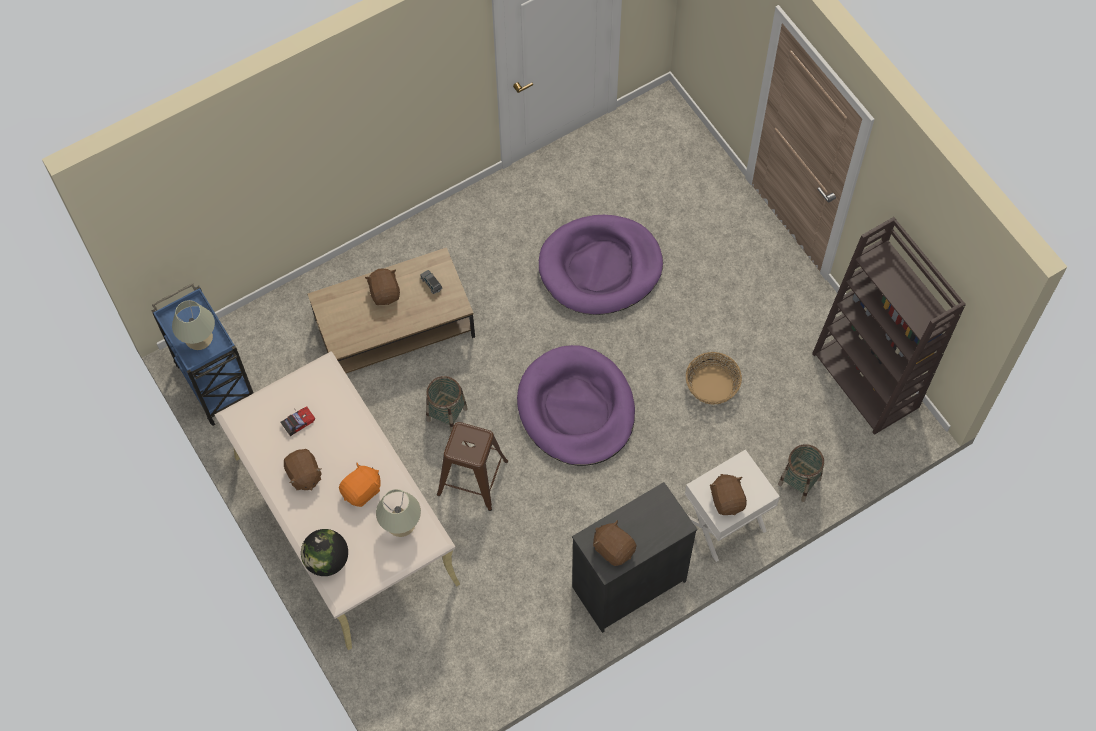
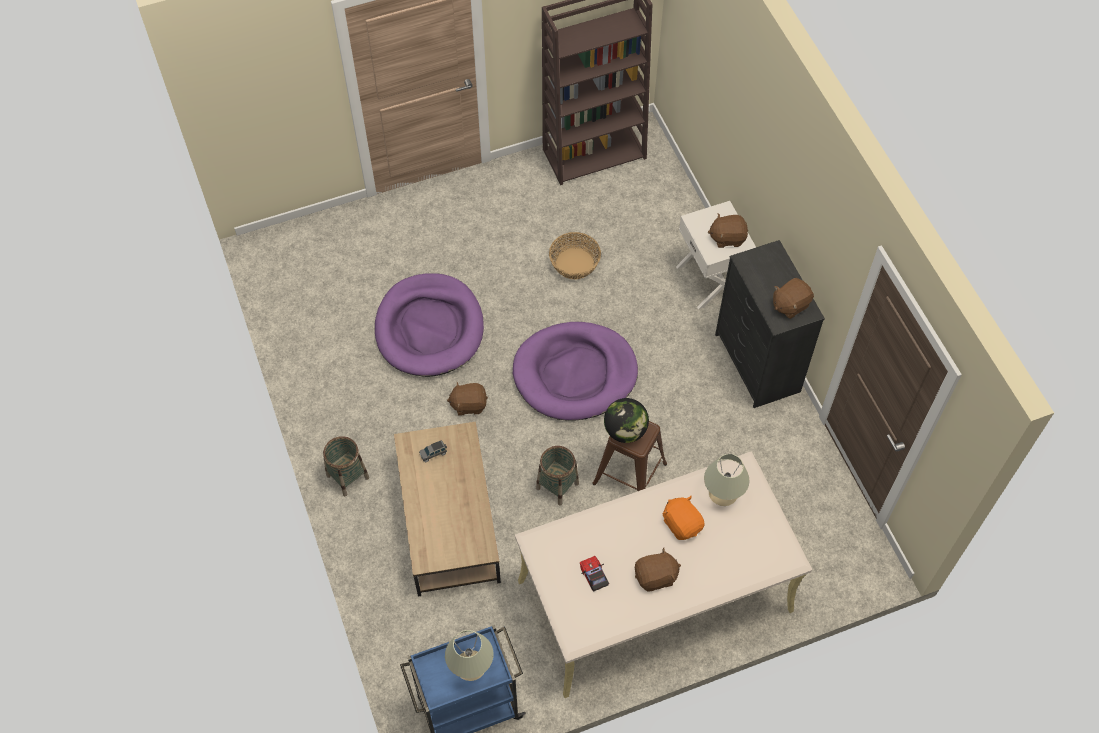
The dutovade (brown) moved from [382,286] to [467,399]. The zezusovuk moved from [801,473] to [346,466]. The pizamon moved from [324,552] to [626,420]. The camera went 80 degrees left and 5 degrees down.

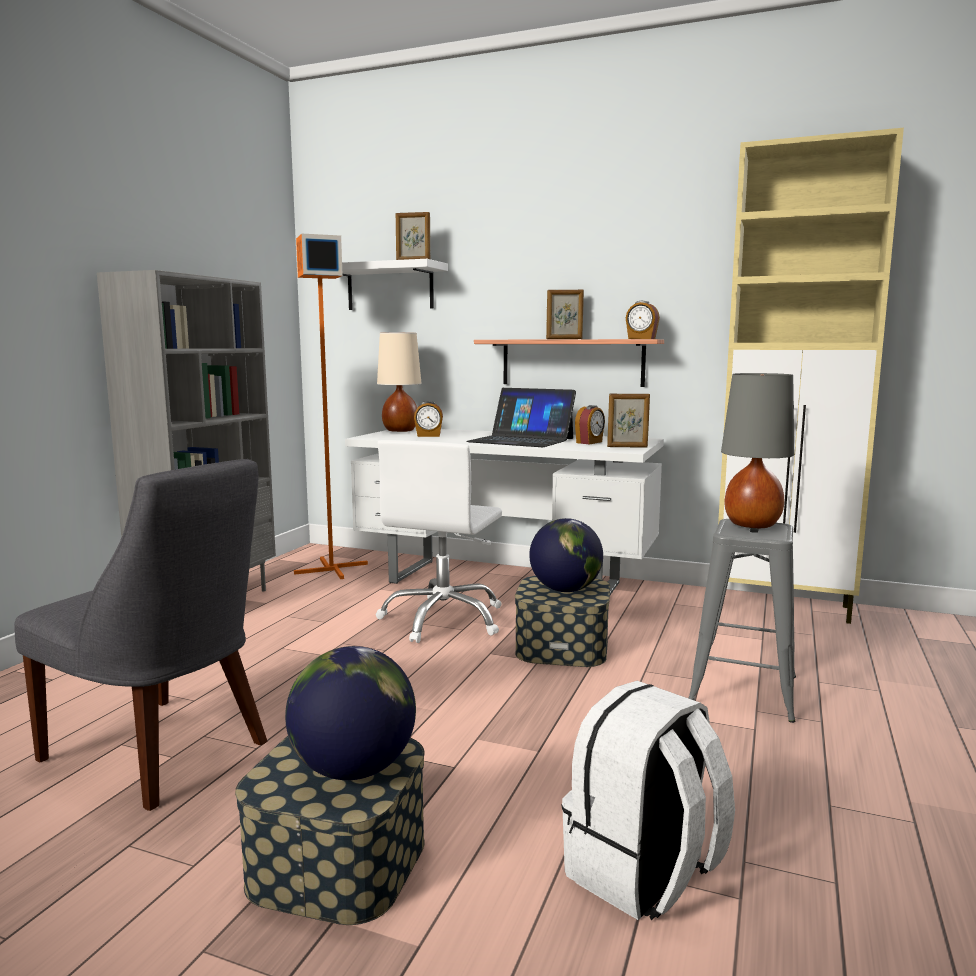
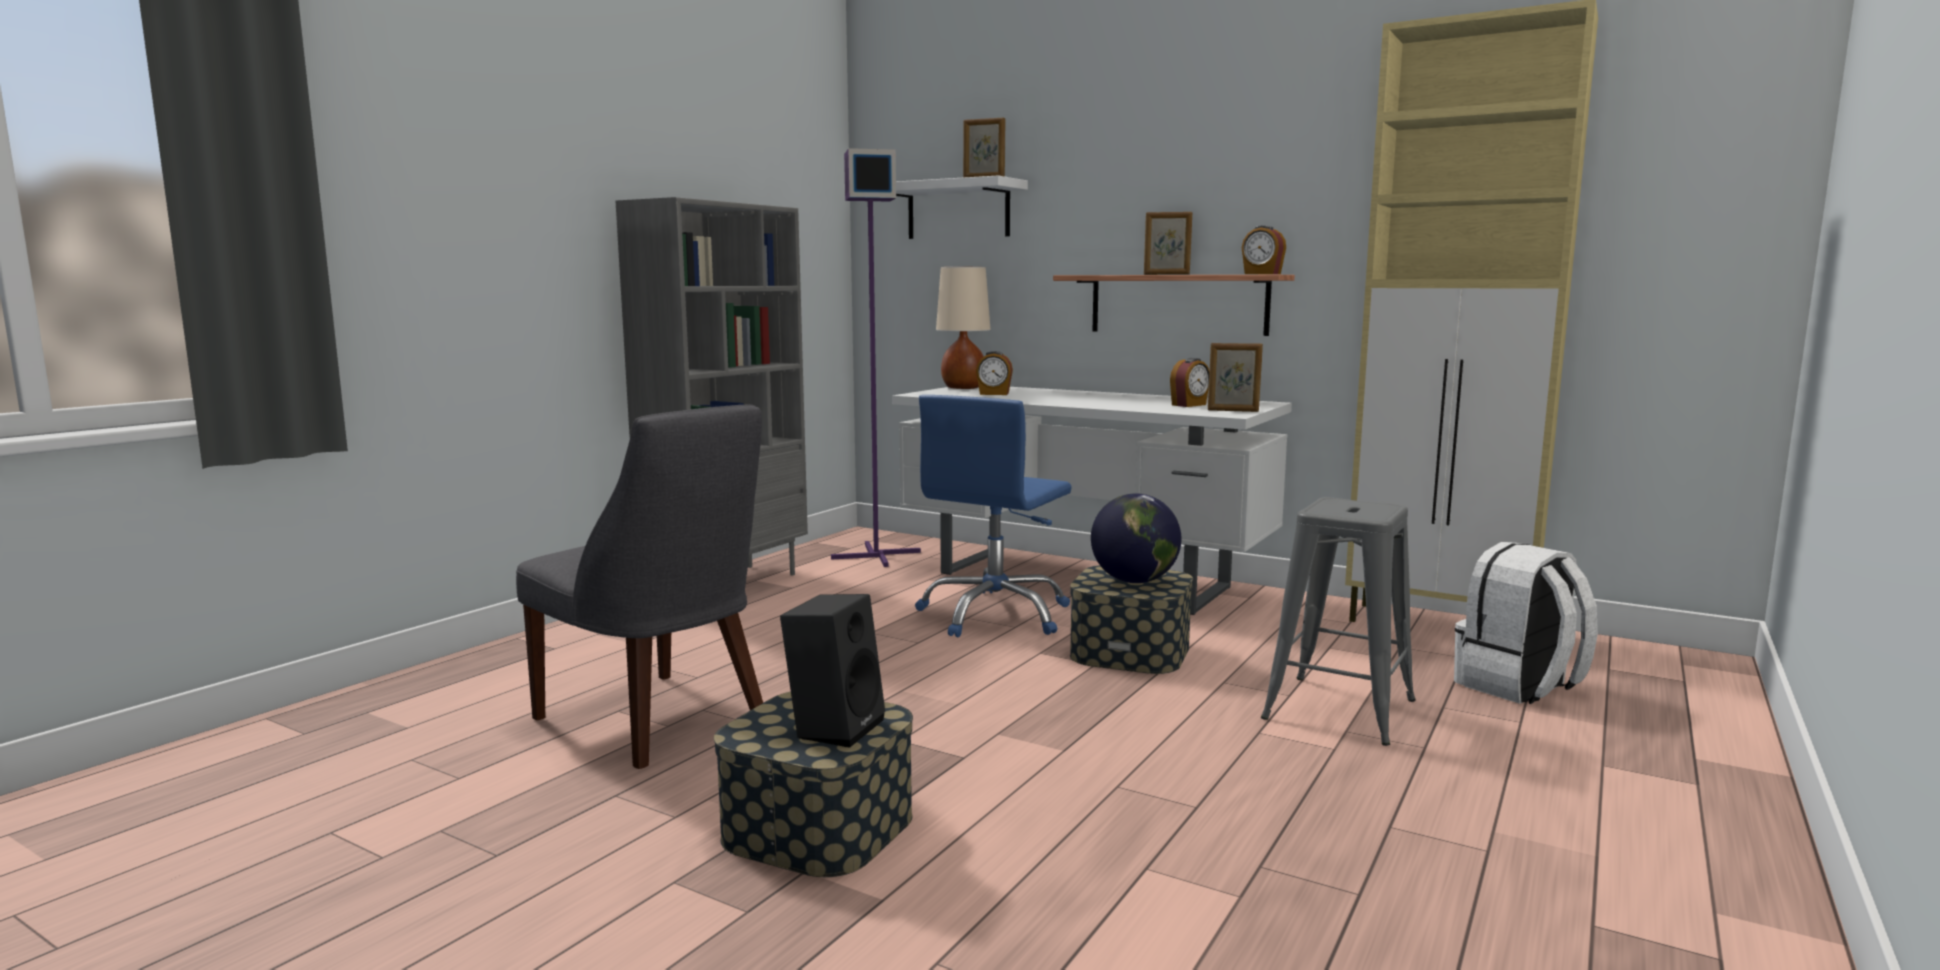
The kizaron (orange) at [331,406] became the kizaron (purple) at [876,357]. The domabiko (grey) at [757,450] disappeared. The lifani at [521,417] disappeared. The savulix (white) at [439,541] became the savulix (blue) at [993,516]. The pizamon at [350,713] was replaced by the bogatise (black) at [832,671]. The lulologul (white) moved from [648,800] to [1526,623]. The camera went 10 degrees right and 0 degrees up.

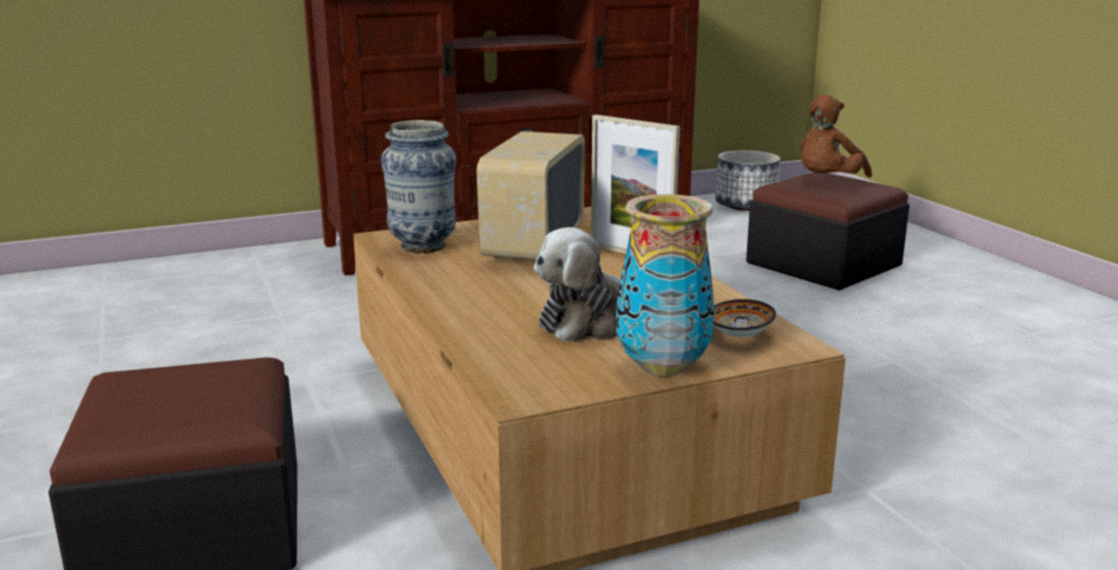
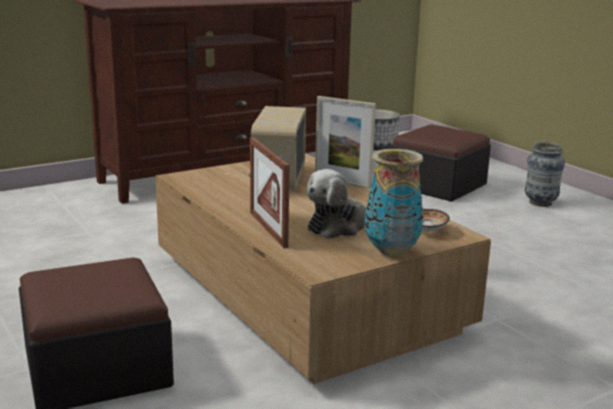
The dutovade (brown) at [835,136] disappeared. The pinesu moved from [418,186] to [545,174]. The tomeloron at [270,192] appeared. The camera went 10 degrees left and 0 degrees up.

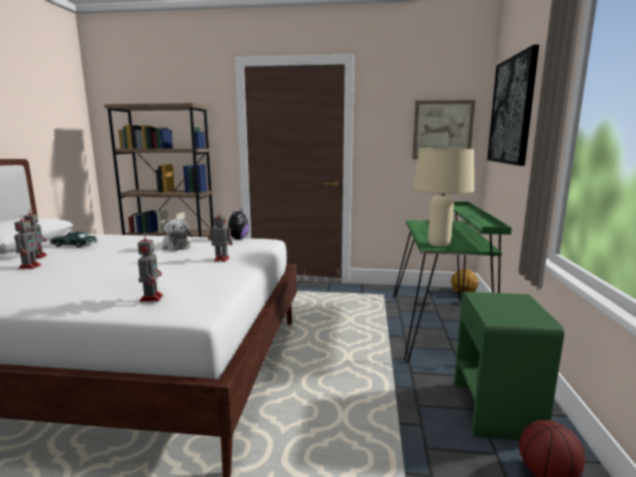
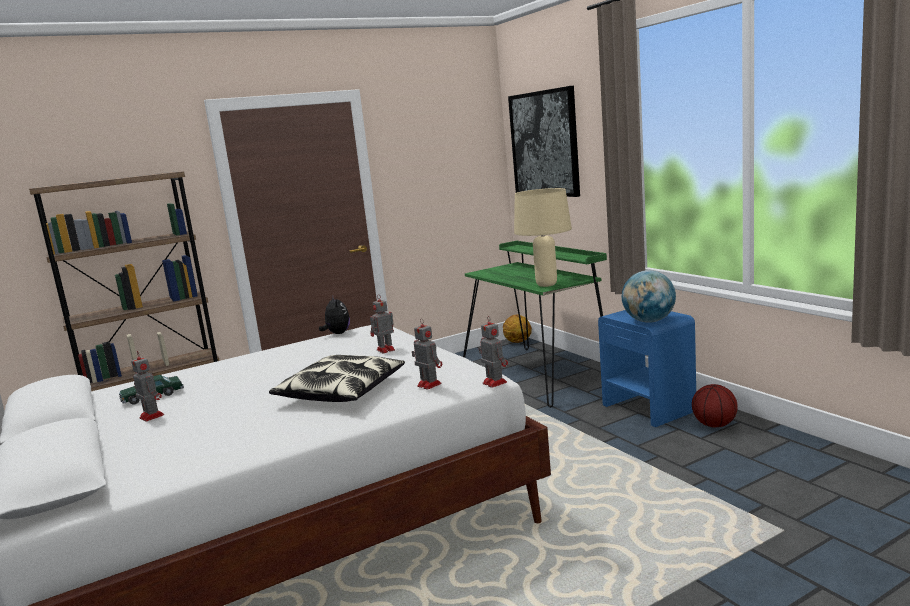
The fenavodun at [443,129] disappeared. The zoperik moved from [27,242] to [493,352]. The dutovade at [177,235] disappeared. The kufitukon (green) at [509,366] became the kufitukon (blue) at [647,368]. The pizamon at [649,296] appeared. The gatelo at [337,378] appeared. The camera went 35 degrees left and 0 degrees up.

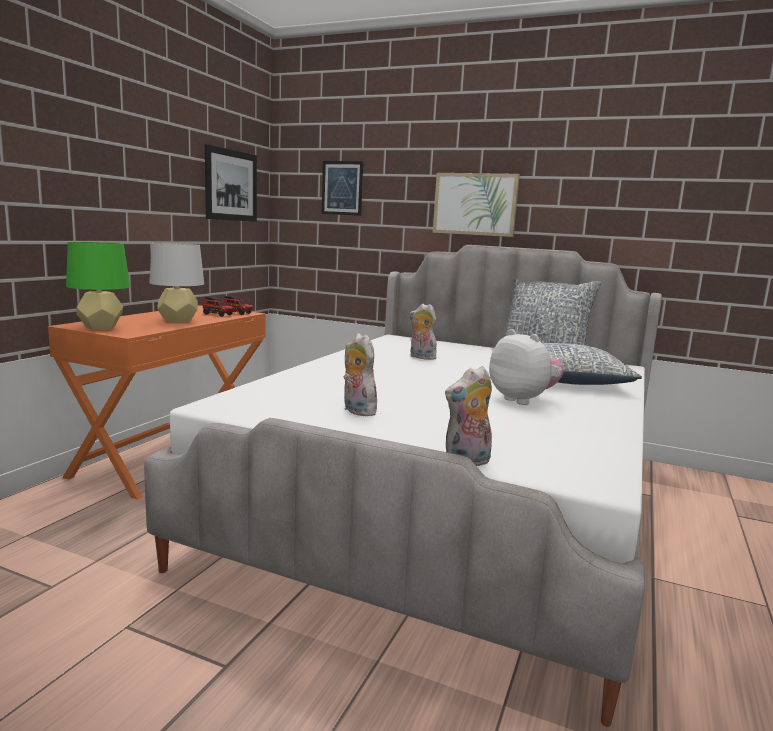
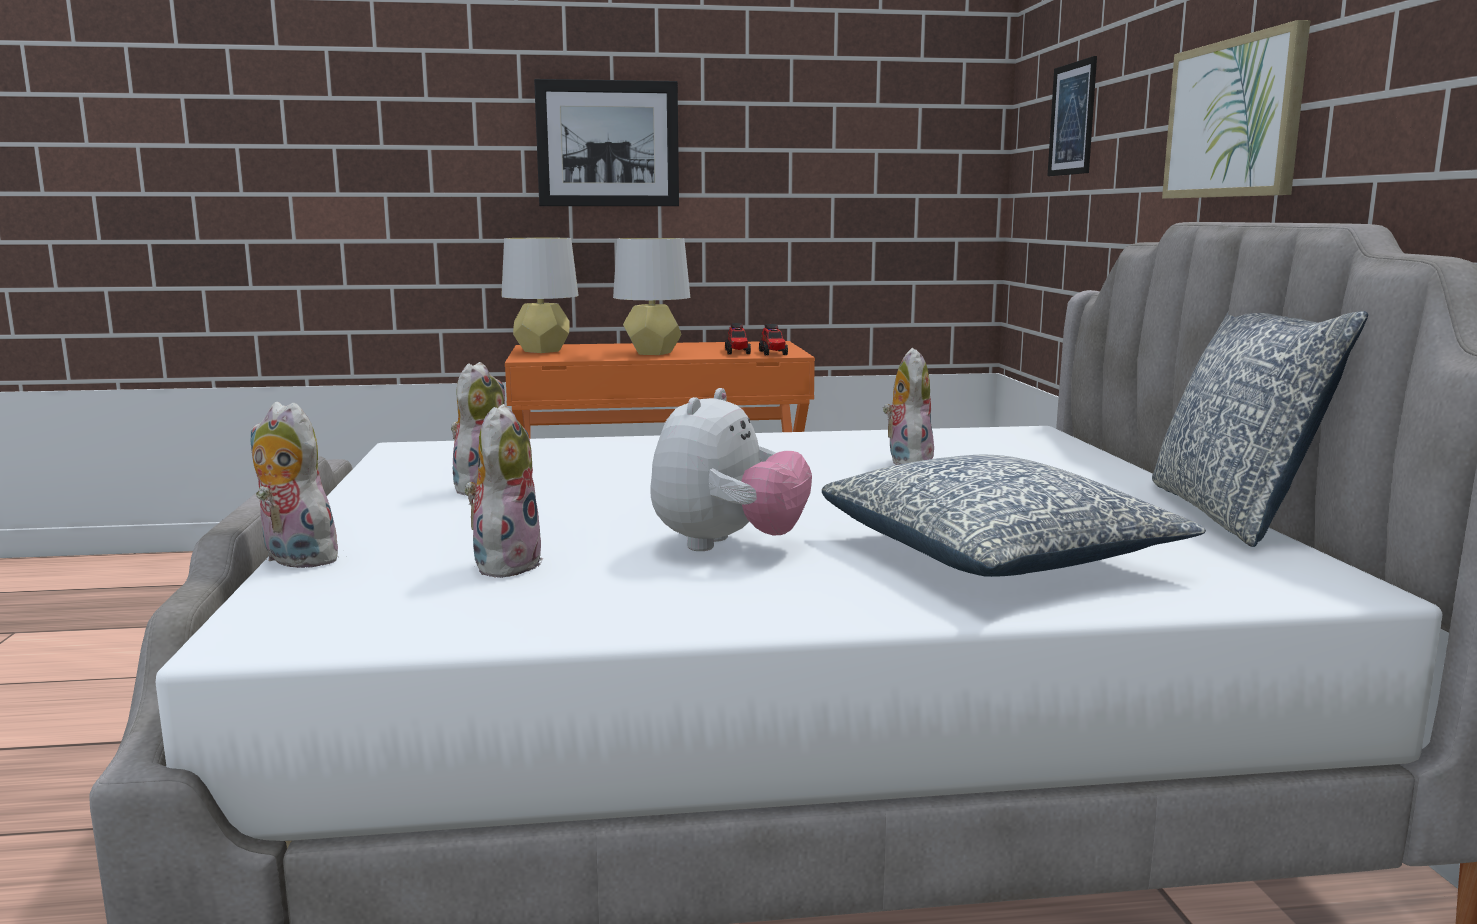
The fenavodun moved from [231,183] to [606,142]. The domabiko (green) at [98,285] became the domabiko (grey) at [540,295]. The dutovade at [503,491] appeared. The camera went 60 degrees right and 0 degrees up.

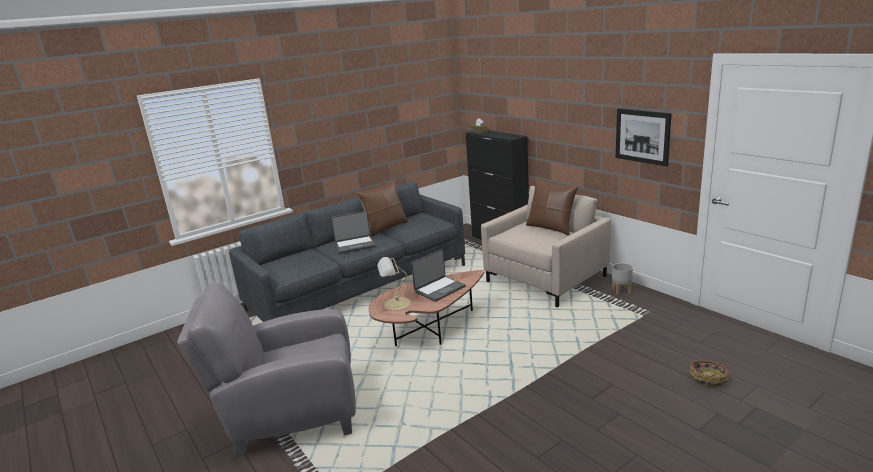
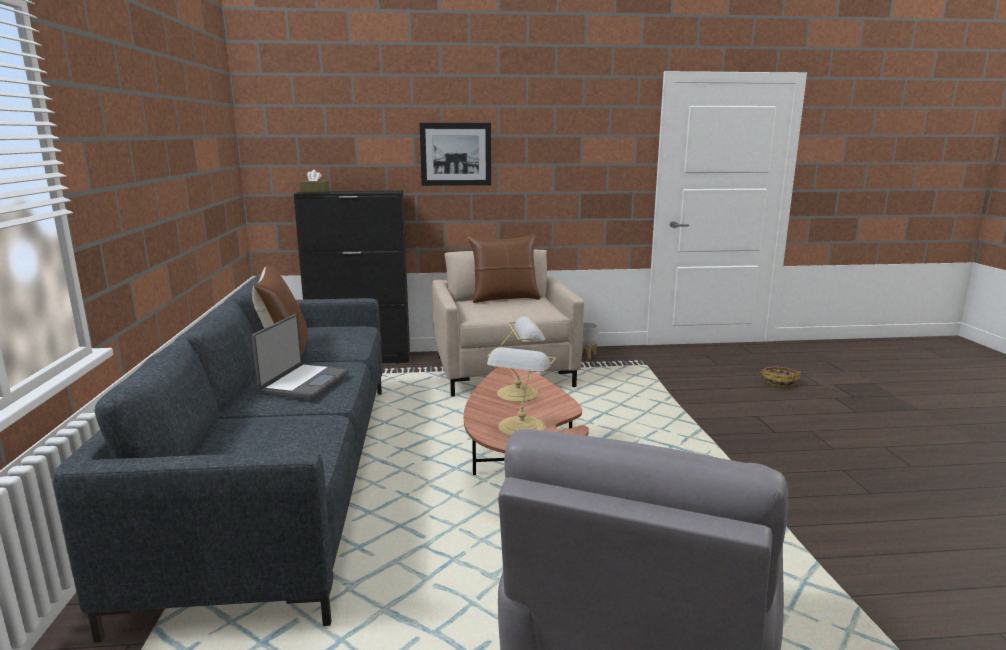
The fenavodun moved from [643,137] to [455,154]. The lifani at [438,275] was replaced by the domabiko at [521,359]. The camera went 60 degrees left and 5 degrees down.

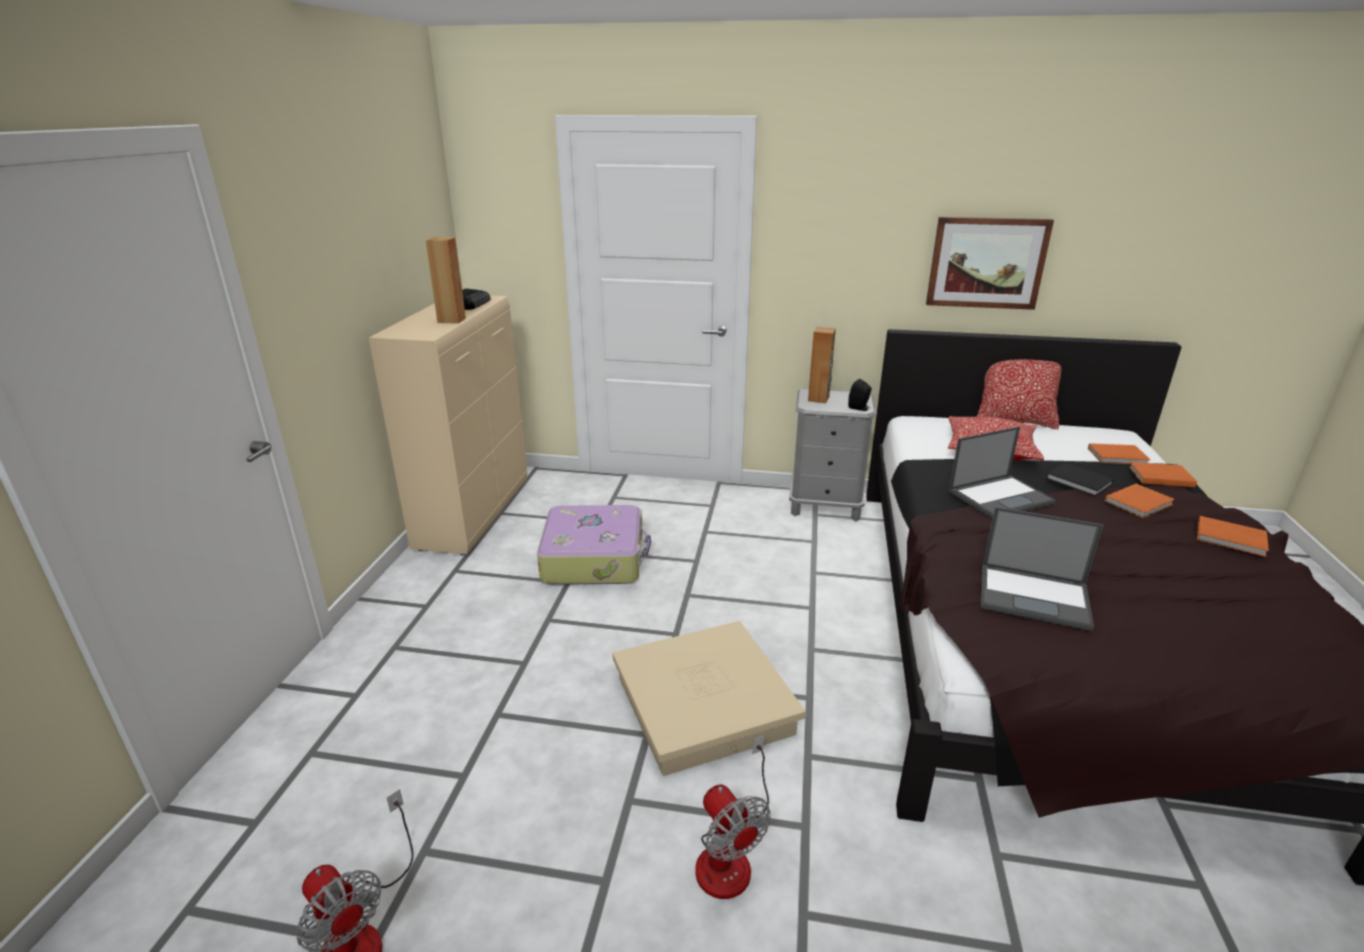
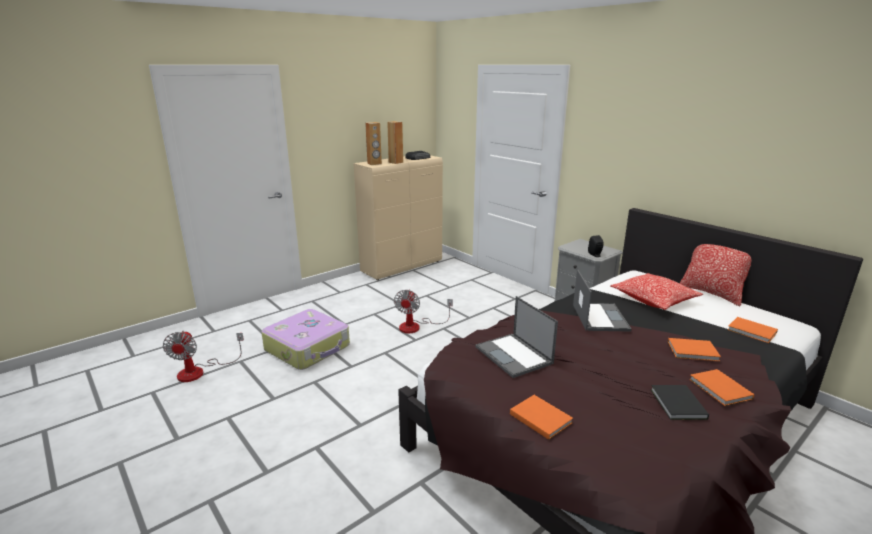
The fenavodun at [990,263] disappeared. The bogatise (brown) moved from [822,365] to [373,143]. The lifani at [1002,472] turned 105 degrees counterclockwise. The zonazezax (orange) moved from [1163,474] to [541,417]. The zonazezax (black) moved from [1080,479] to [680,402]. The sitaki moved from [594,545] to [305,339]. The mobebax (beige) at [709,698] disappeared. The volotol moved from [732,817] to [423,311]. The camera went 40 degrees right and 5 degrees down.

